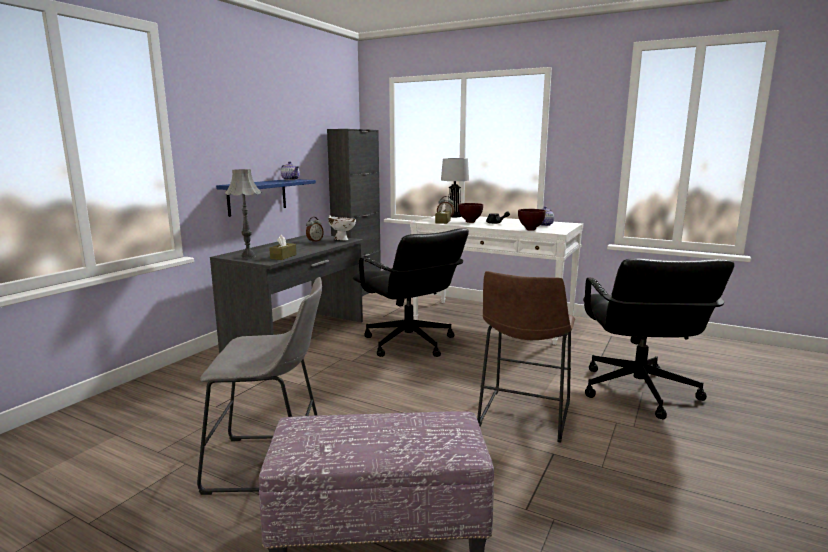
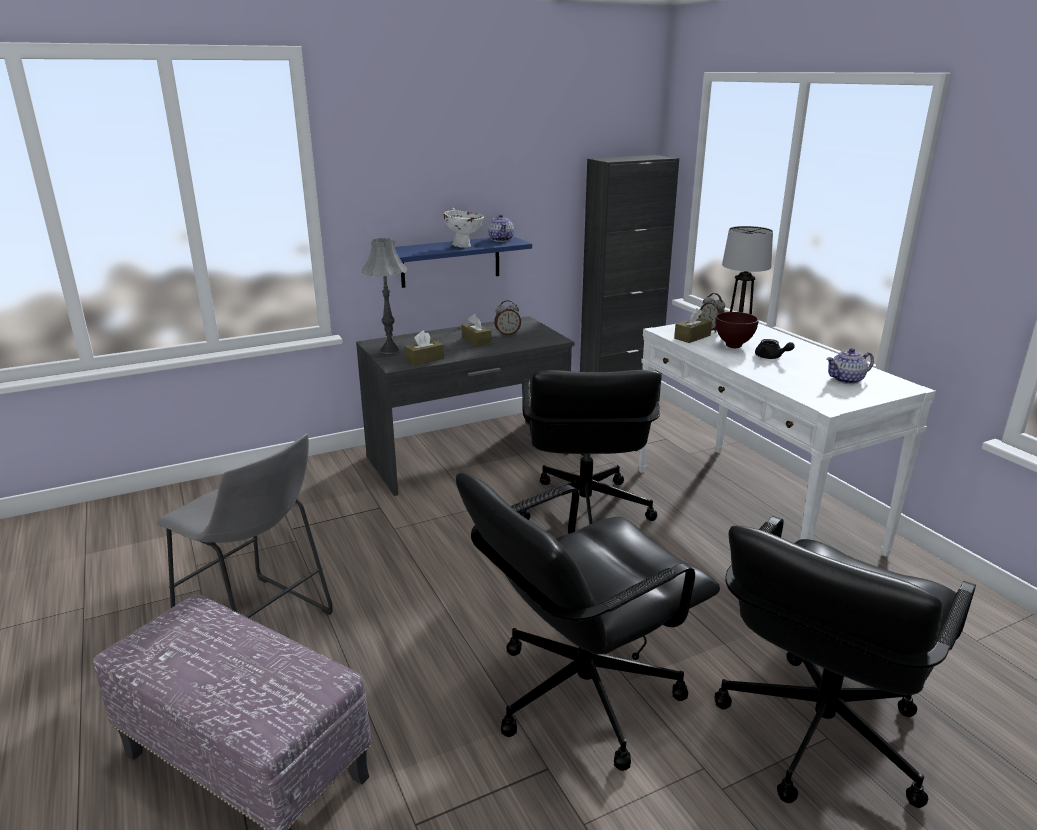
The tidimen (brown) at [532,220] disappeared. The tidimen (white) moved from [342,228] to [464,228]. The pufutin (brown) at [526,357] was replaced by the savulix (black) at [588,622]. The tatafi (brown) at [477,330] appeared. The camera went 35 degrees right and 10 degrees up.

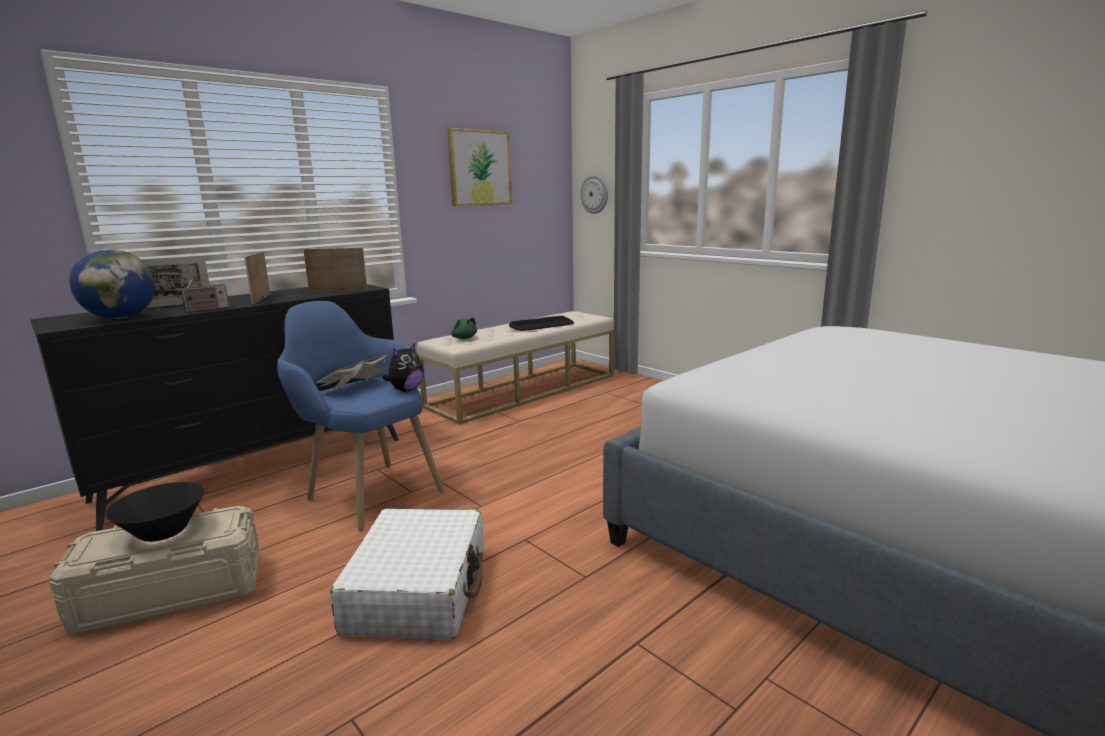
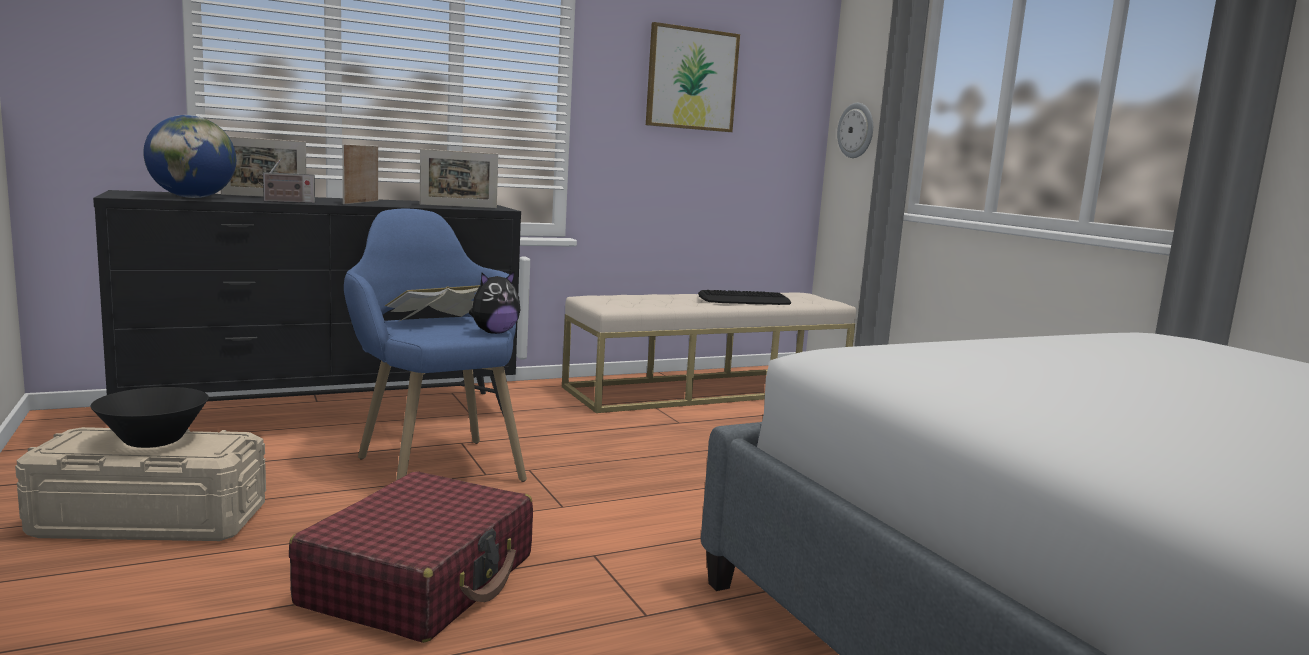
The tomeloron at [335,269] turned 150 degrees clockwise. The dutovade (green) at [464,328] disappeared. The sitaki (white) at [407,574] became the sitaki (red) at [411,557]. The camera went 15 degrees right and 5 degrees down.

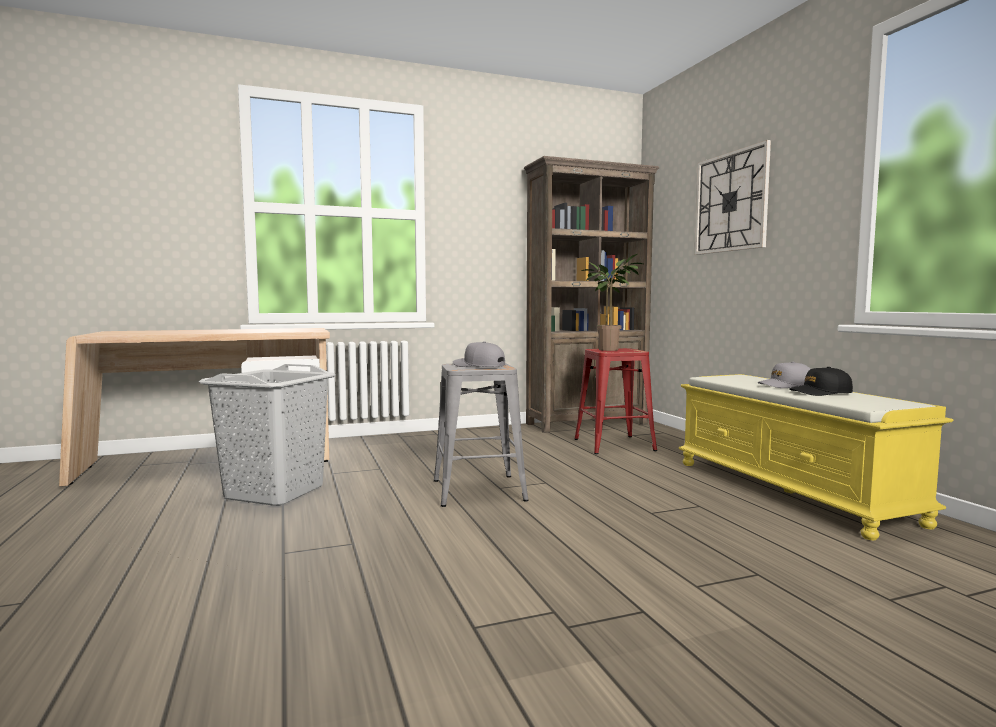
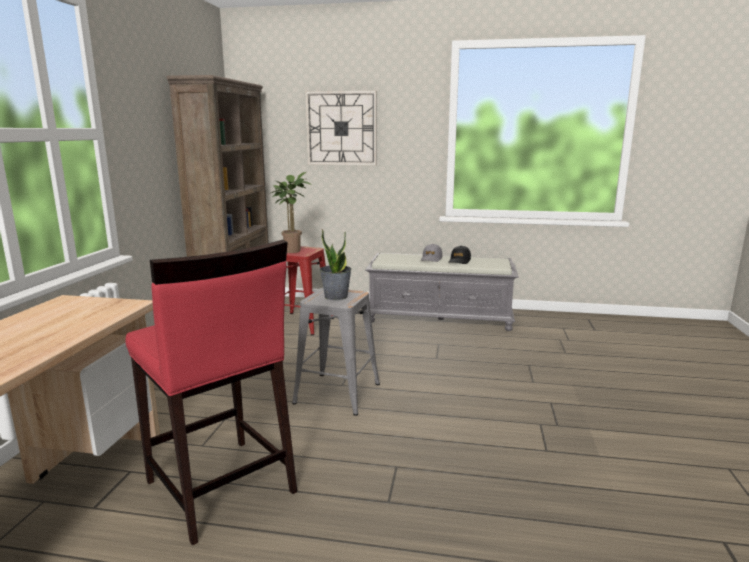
The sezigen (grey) at [479,354] was replaced by the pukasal at [336,264]. The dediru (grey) at [267,435] was replaced by the pufutin (red) at [211,393]. The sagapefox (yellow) at [816,457] became the sagapefox (grey) at [442,292]. The camera went 60 degrees left and 10 degrees up.

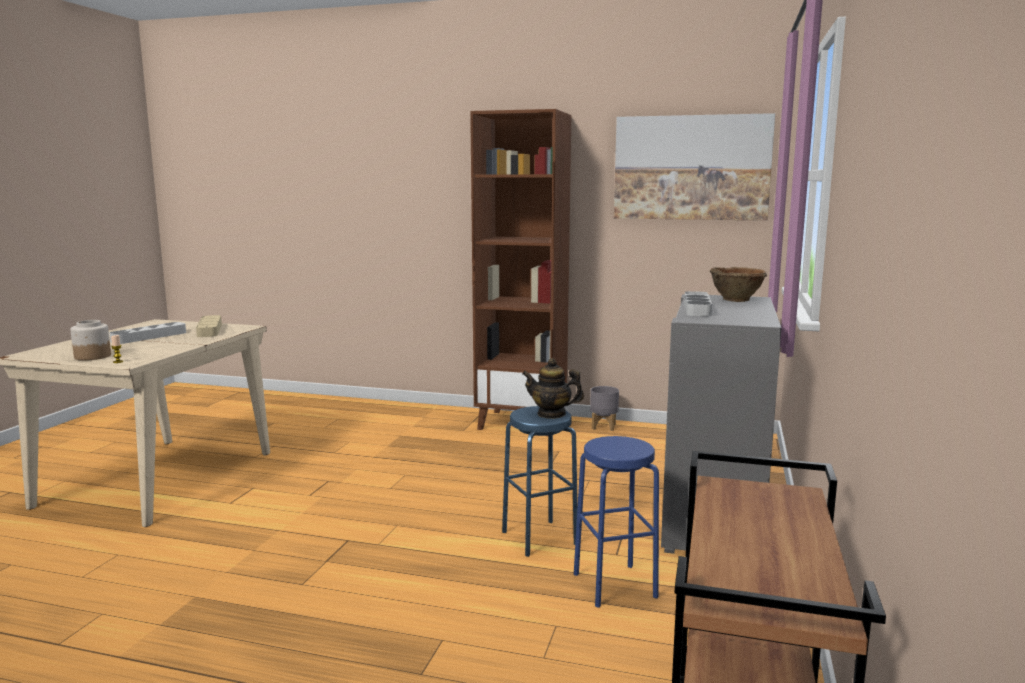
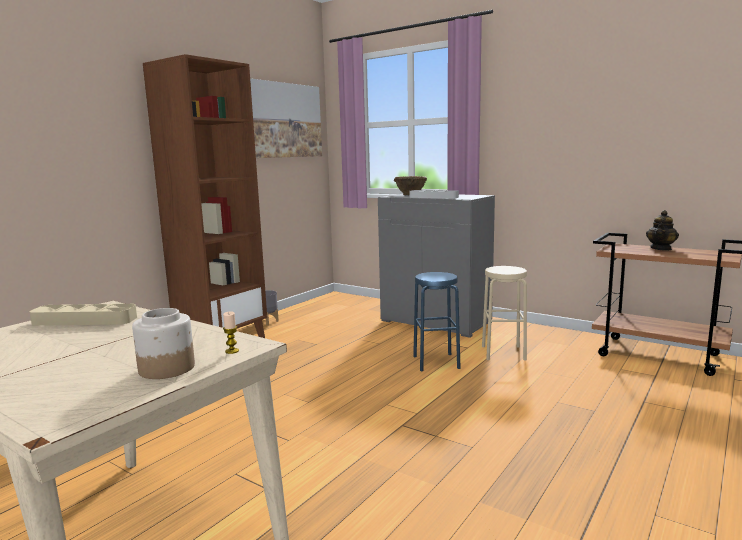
The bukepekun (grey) at [148,333] disappeared. The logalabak moved from [553,388] to [662,230]. The pufutin (blue) at [616,522] became the pufutin (beige) at [504,313]. The camera went 70 degrees left and 0 degrees up.

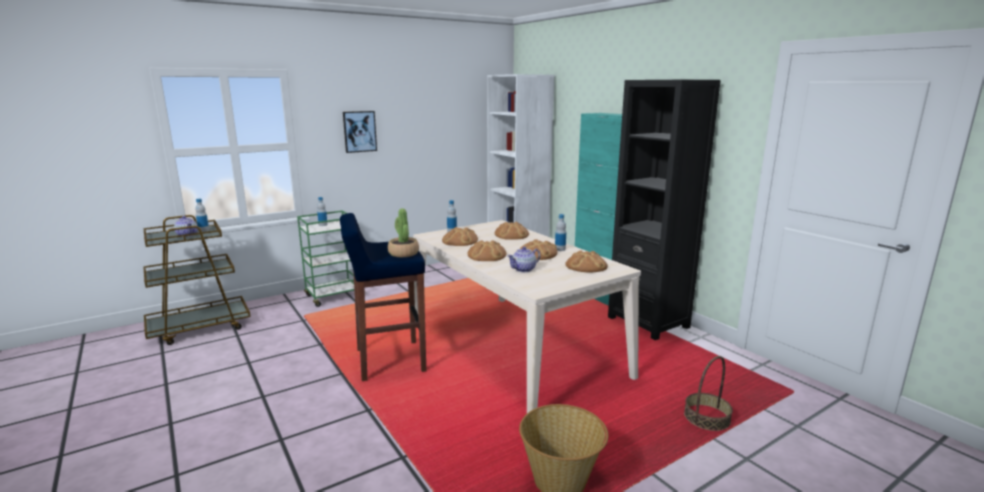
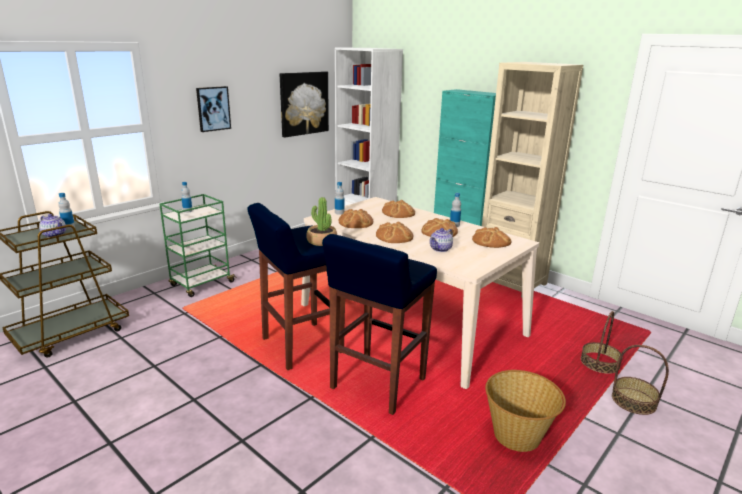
The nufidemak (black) at [664,210] became the nufidemak (beige) at [532,179]. The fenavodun at [304,104] appeared. The pufutin (blue) at [379,324] appeared. The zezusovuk at [640,380] appeared. The camera went 15 degrees left and 5 degrees up.

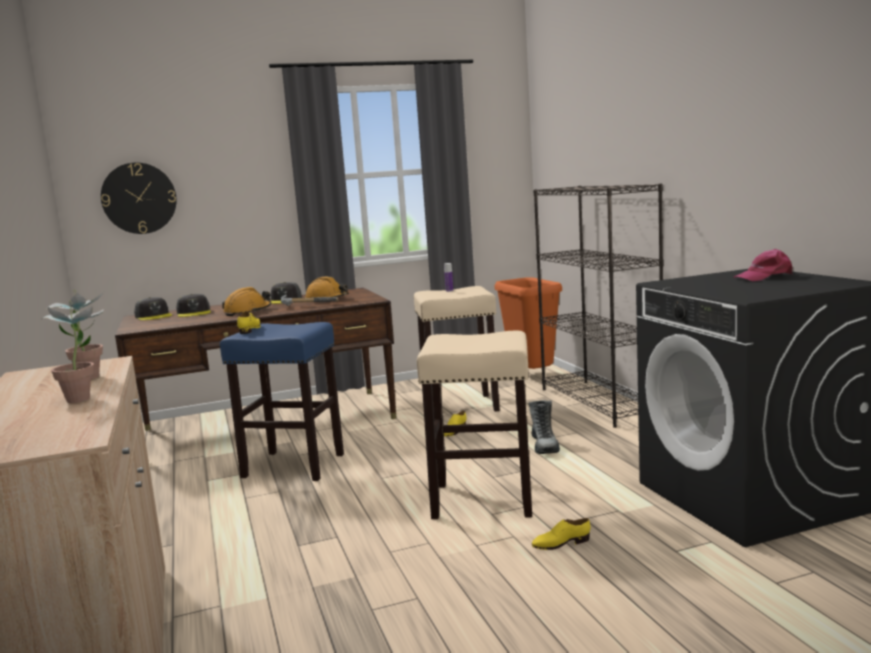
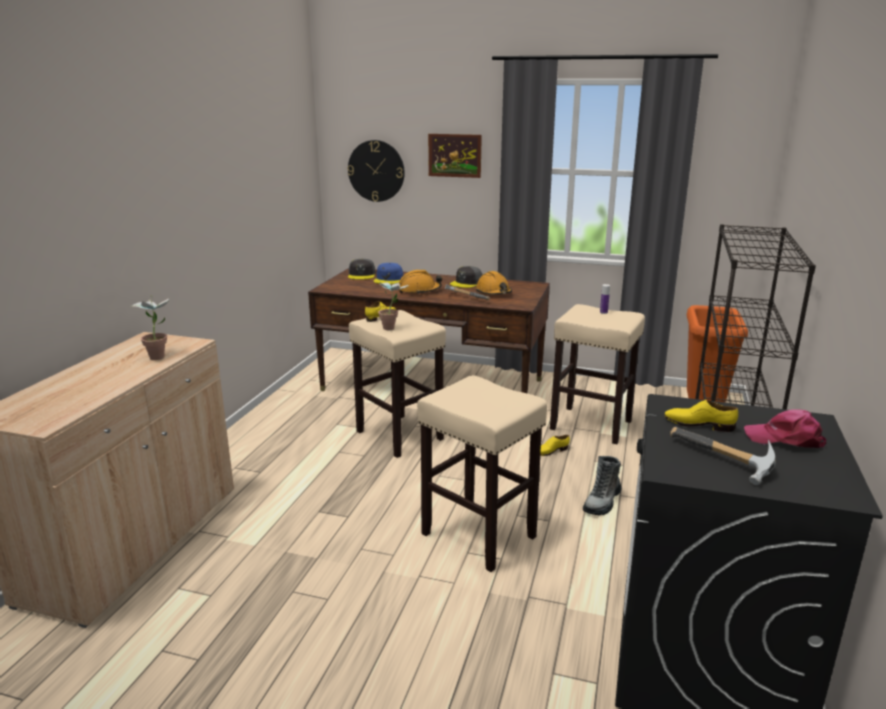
The sezigen (grey) at [193,305] became the sezigen (blue) at [388,273]. The pukasal moved from [73,352] to [393,305]. The pufutin (blue) at [282,401] became the pufutin (beige) at [397,384]. The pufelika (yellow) moved from [561,534] to [701,416]. The fenavodun at [455,156] appeared. The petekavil at [723,456] appeared. The camera went 35 degrees right and 10 degrees up.

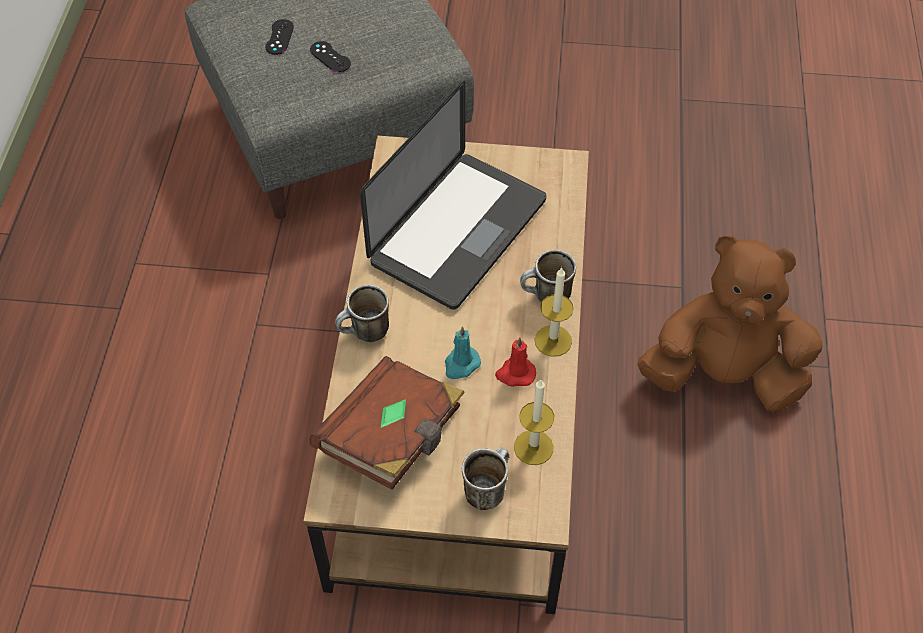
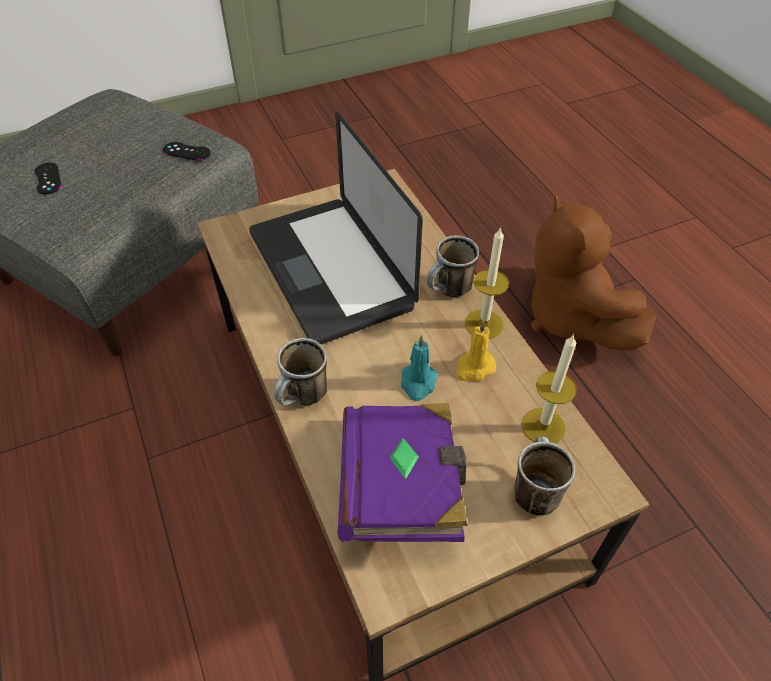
The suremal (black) moved from [330,56] to [187,151]. The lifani at [453,195] turned 150 degrees clockwise. The dutovade (brown) at [729,323] turned 90 degrees counterclockwise. The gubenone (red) at [515,362] became the gubenone (yellow) at [475,350]. The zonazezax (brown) at [387,423] became the zonazezax (purple) at [403,472]. The camera went 30 degrees left and 5 degrees down.

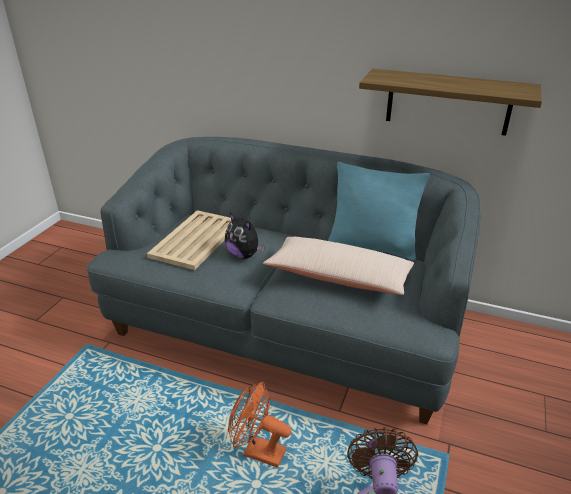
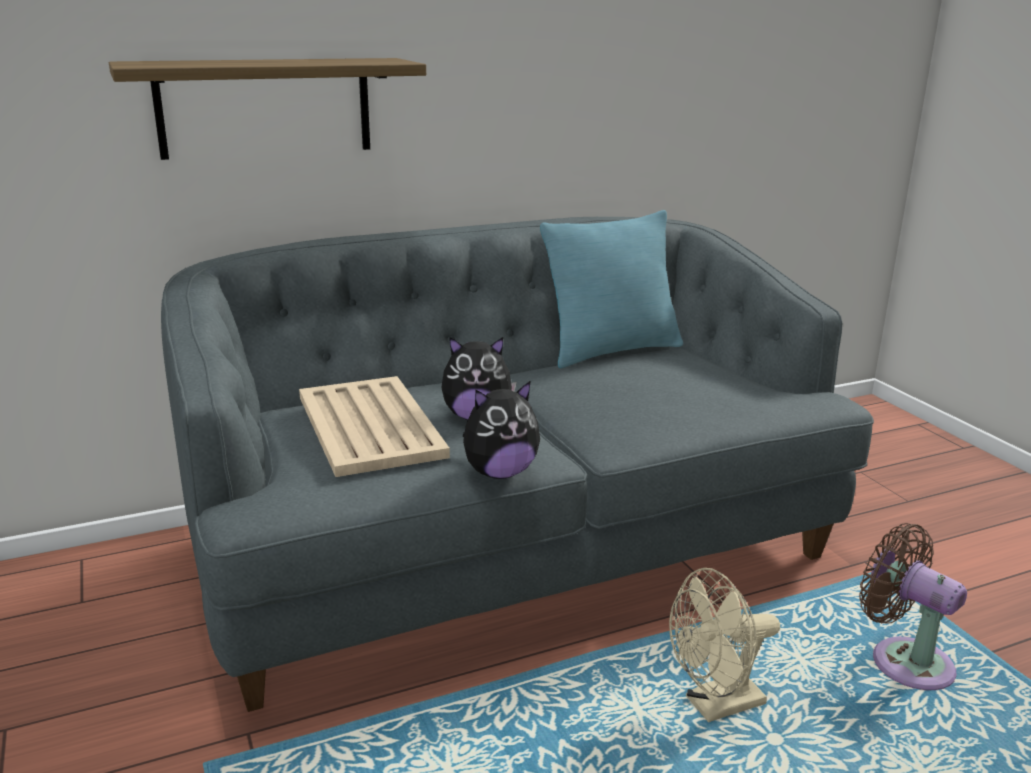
The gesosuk moved from [450,102] to [267,109]. The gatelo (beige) at [338,266] disappeared. The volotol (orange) at [260,425] became the volotol (beige) at [724,645]. The dutovade at [501,429] appeared. The camera went 45 degrees left and 10 degrees down.

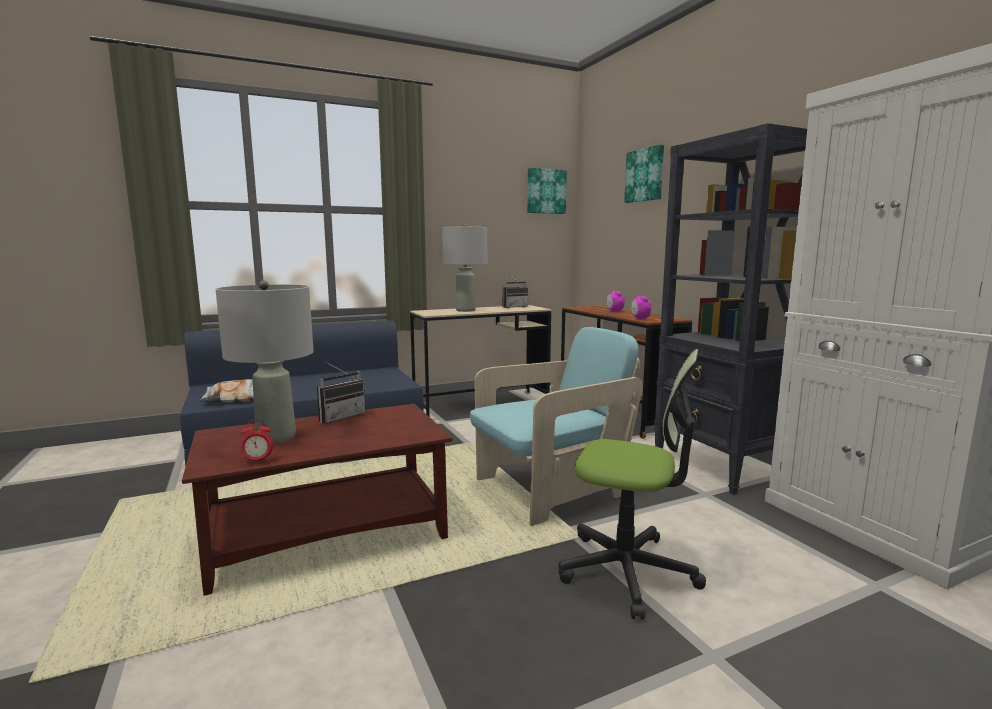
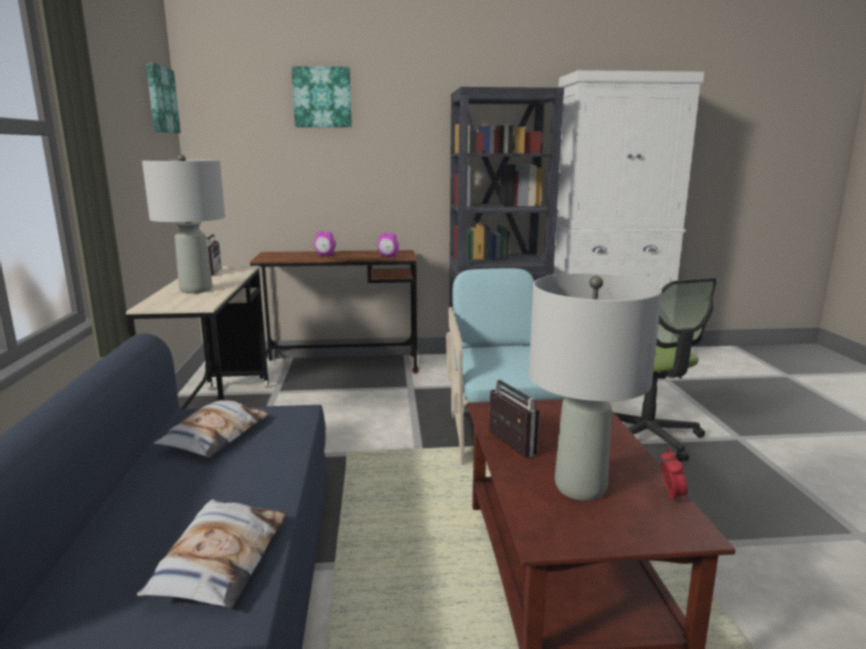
The savulix at [632,484] turned 120 degrees clockwise. The gatelo at [211,429] appeared. The camera went 70 degrees left and 5 degrees up.

